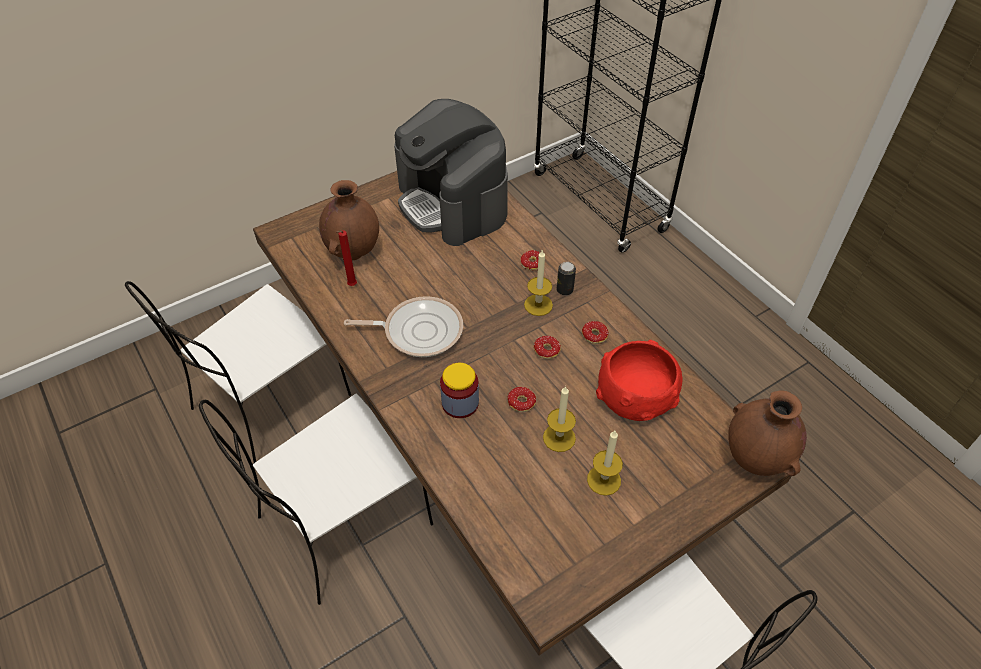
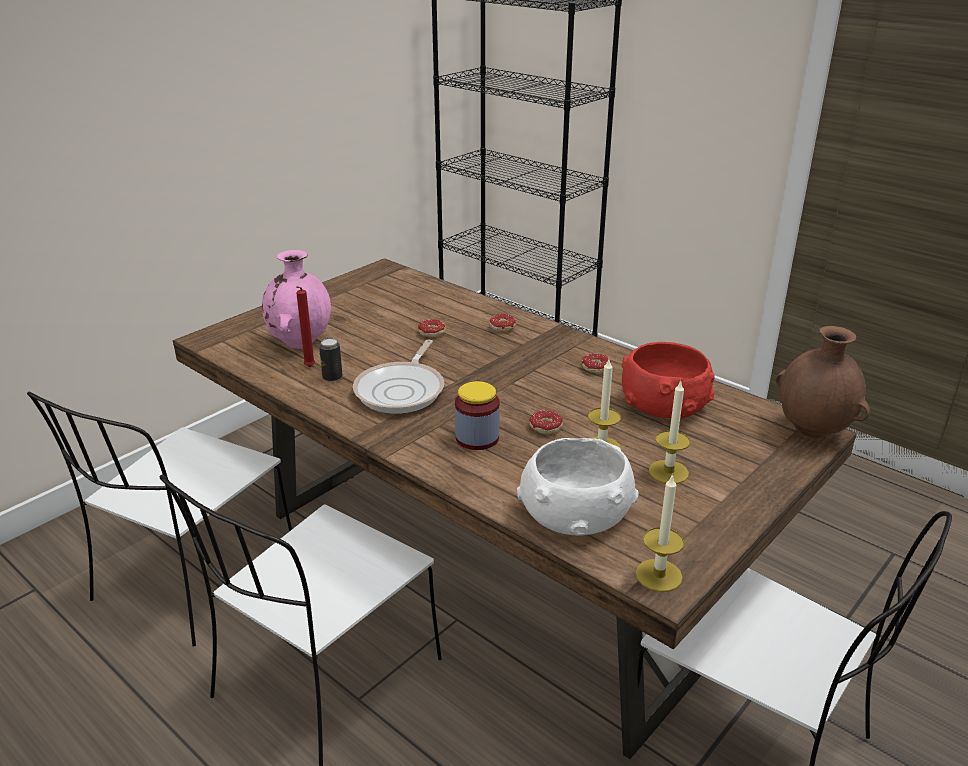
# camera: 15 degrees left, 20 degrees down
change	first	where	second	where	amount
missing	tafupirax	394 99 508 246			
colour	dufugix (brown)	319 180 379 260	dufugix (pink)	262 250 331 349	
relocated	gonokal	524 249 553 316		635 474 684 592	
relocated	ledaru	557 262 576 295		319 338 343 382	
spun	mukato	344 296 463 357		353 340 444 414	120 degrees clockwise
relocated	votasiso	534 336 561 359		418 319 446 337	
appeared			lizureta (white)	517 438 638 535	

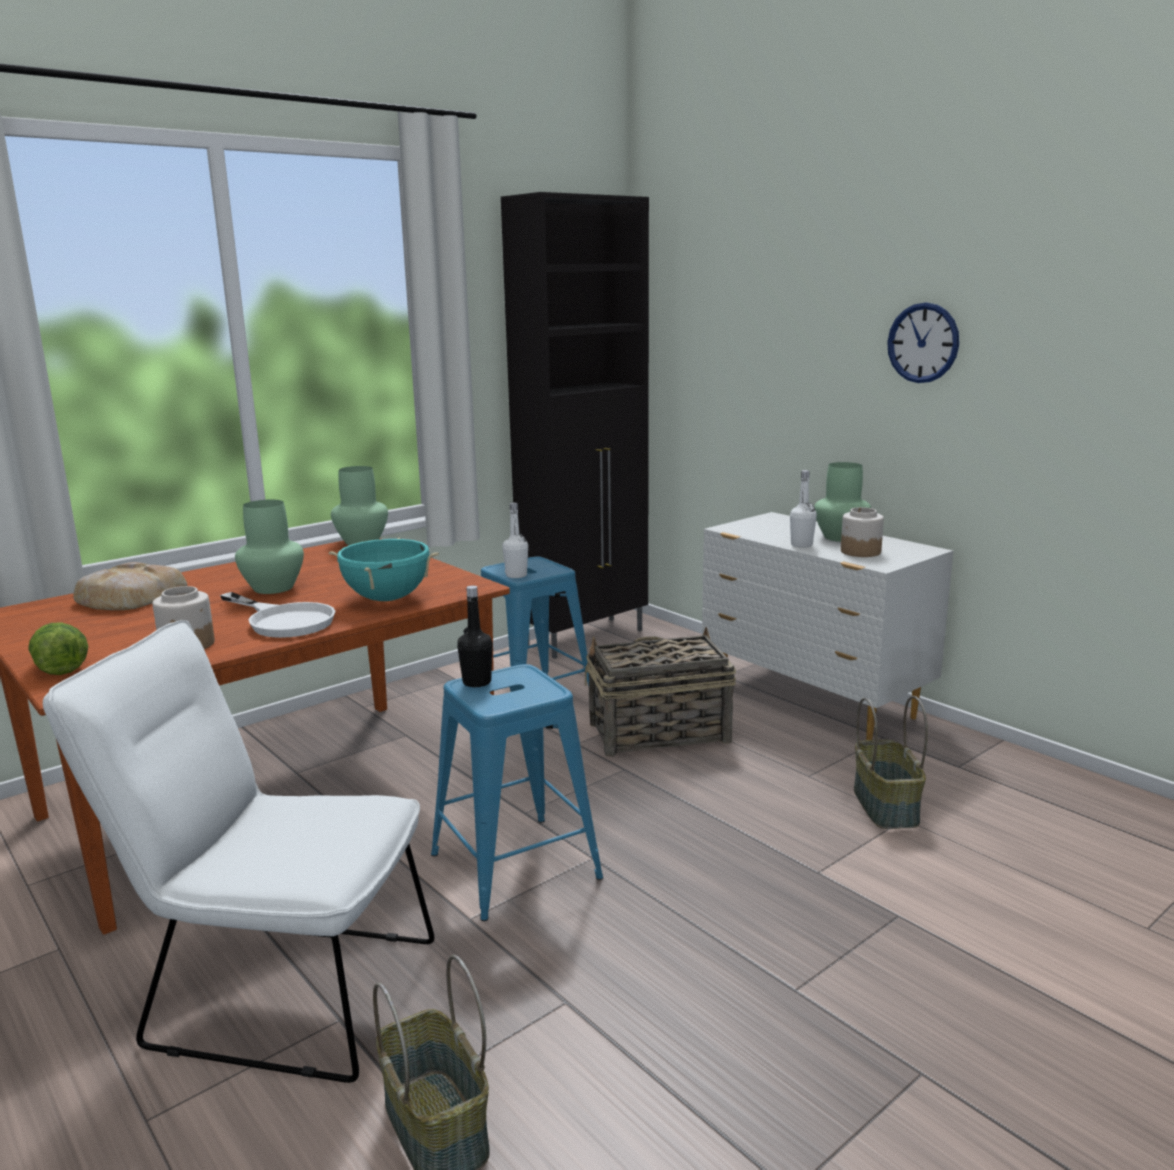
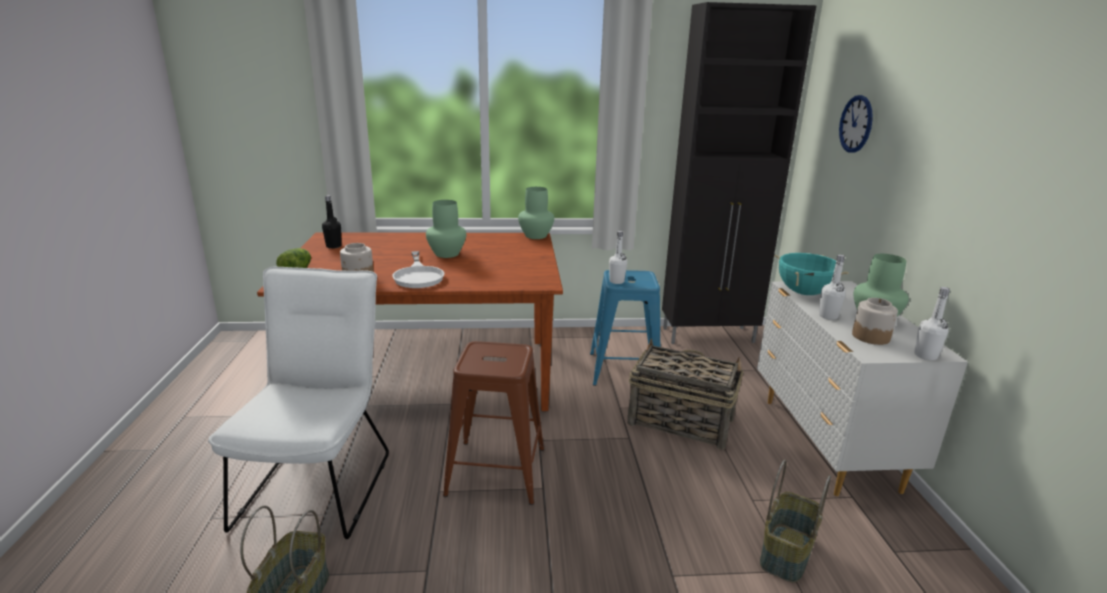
# camera: 35 degrees right, 5 degrees up
change	first	where	second	where	amount
relocated	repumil	887 302 959 383		839 95 873 153	
relocated	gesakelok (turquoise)	329 538 439 601		774 253 849 295	
missing	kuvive	73 562 187 610			
relocated	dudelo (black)	457 585 493 687		322 195 342 249	
spun	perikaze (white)	43 620 434 1083		208 266 389 539	45 degrees clockwise
colour	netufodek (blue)	431 664 603 921	netufodek (brown)	443 341 544 505	
appeared			dudelo (white)	914 287 950 360	

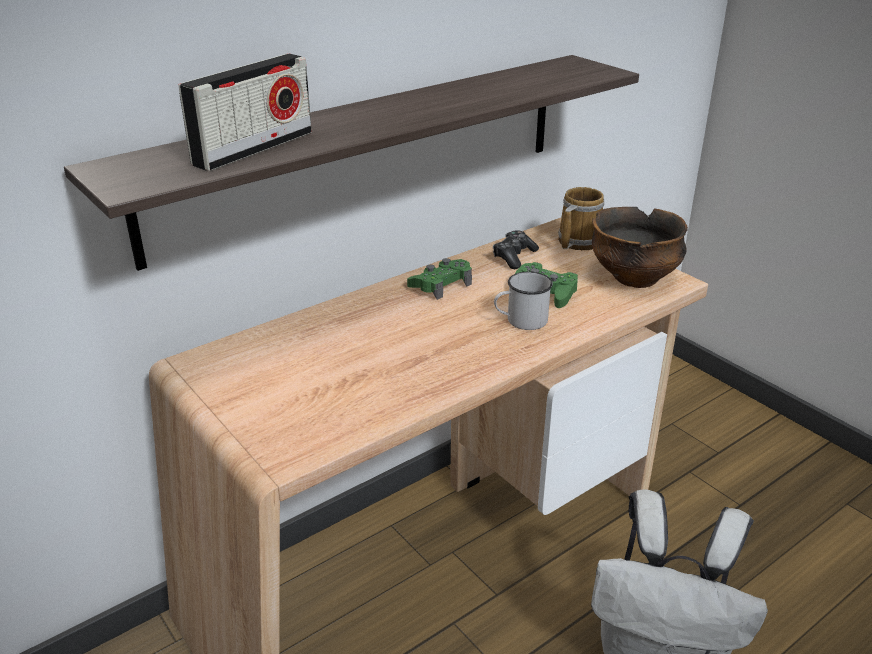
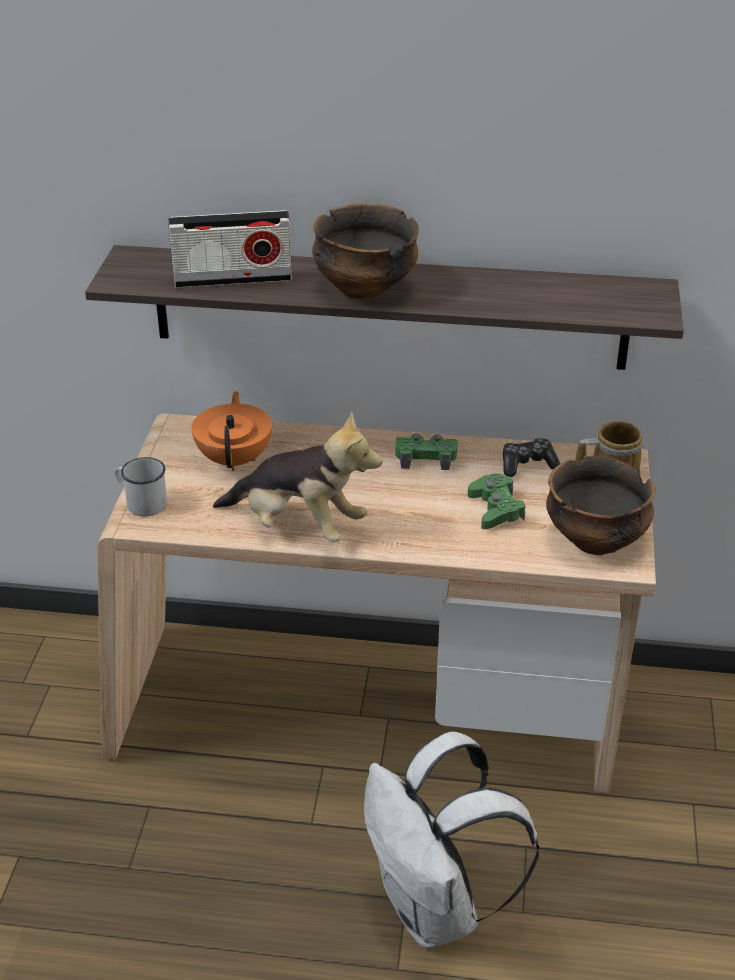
# camera: 45 degrees right, 5 degrees up
change	first	where	second	where	amount
relocated	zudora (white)	494 272 553 330		115 457 167 516	
appeared			lizureta	312 204 419 299	
appeared			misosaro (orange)	191 391 272 471	
appeared			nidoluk	213 411 382 542	

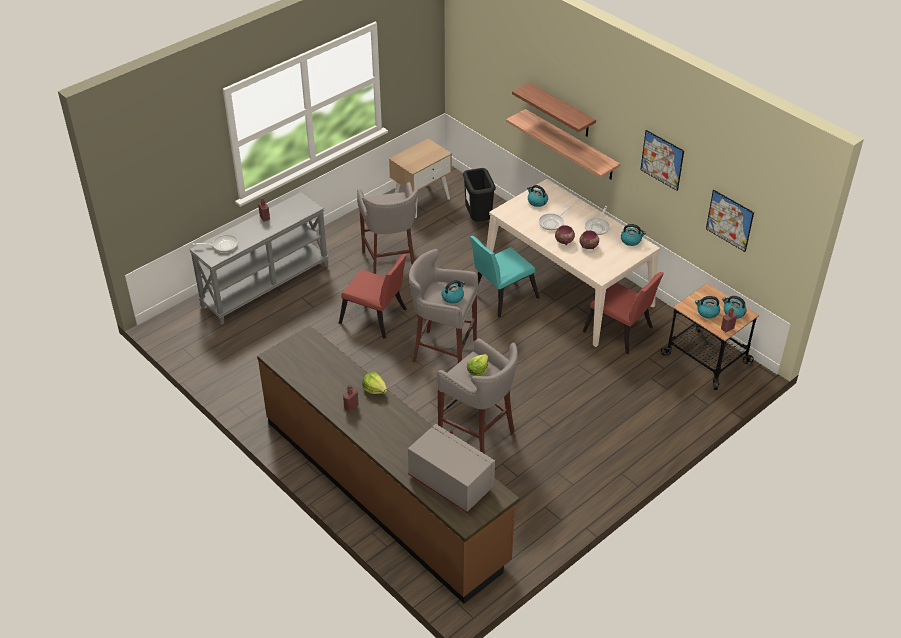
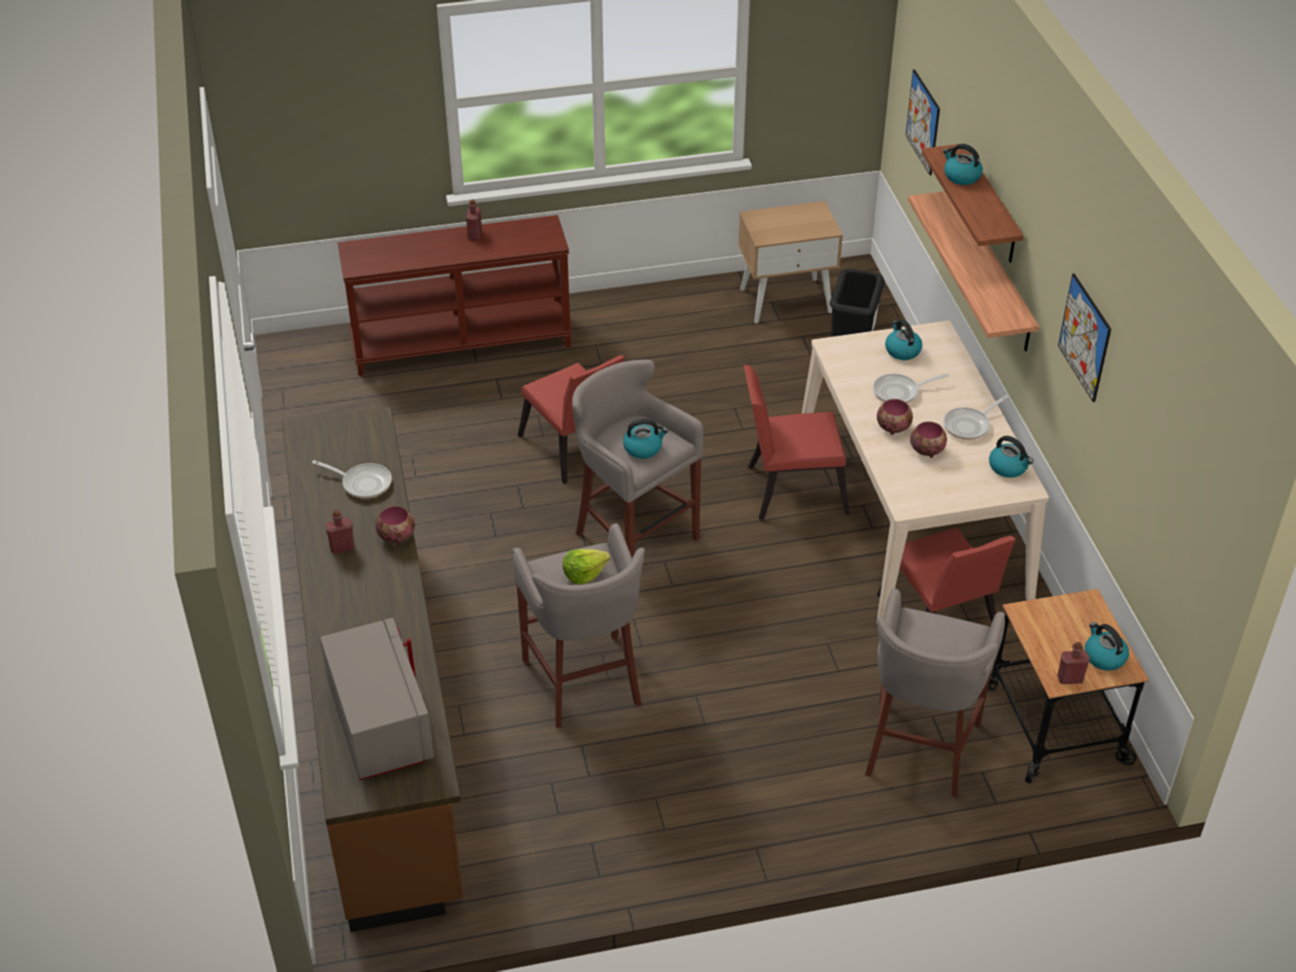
# camera: 30 degrees right, 0 degrees up
change	first	where	second	where	amount
relocated	netufodek (grey)	357 182 418 274		865 588 1005 798	
relocated	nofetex	706 190 754 252		905 69 940 175	
colour	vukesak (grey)	189 192 328 325	vukesak (brown)	338 215 572 376	
relocated	mukato	193 235 238 252		312 460 392 499	
colour	perikaze (turquoise)	470 236 540 318	perikaze (red)	744 365 850 520	
relocated	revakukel	695 296 720 319		943 144 983 185	
exchanged	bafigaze	362 372 387 394	lizureta	376 506 415 545	

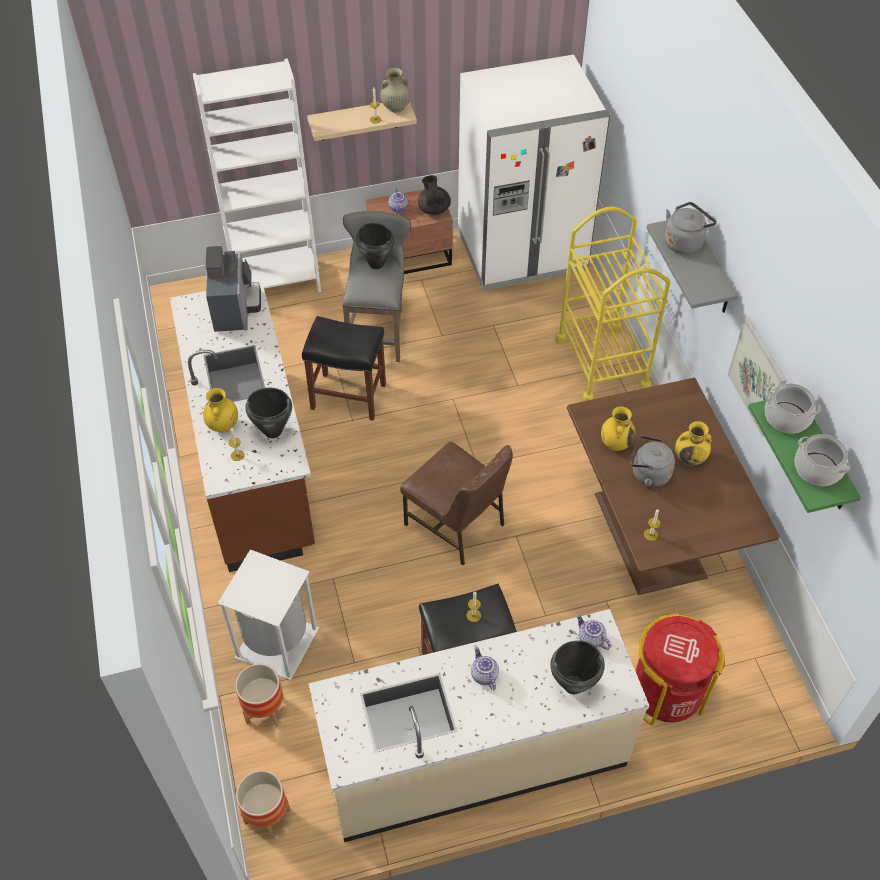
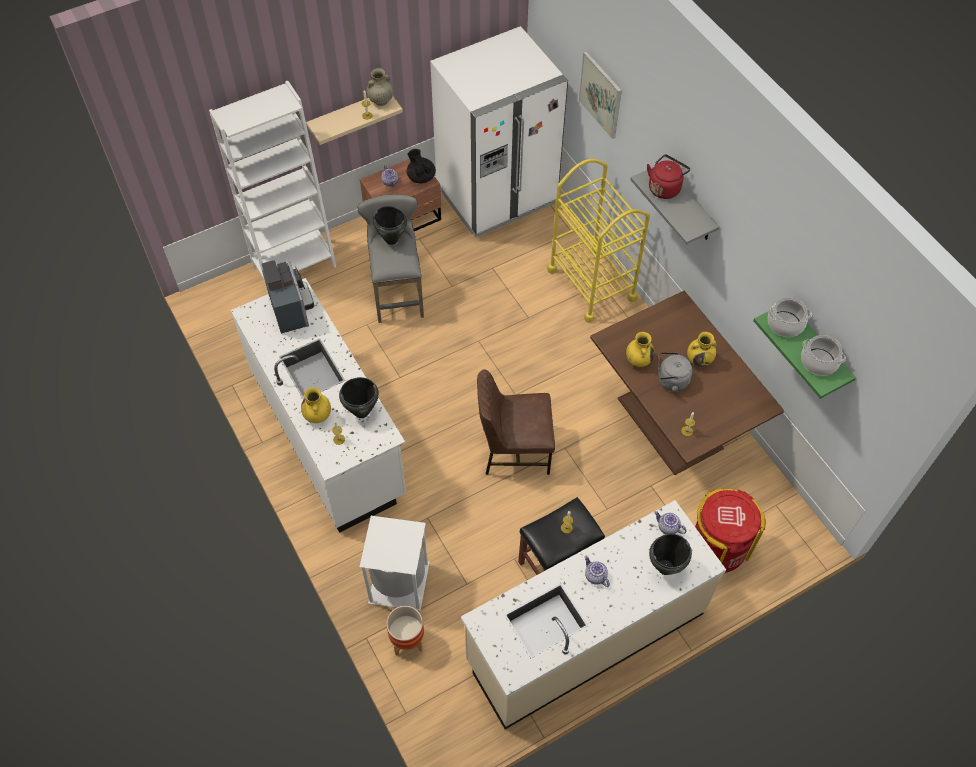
# camera: 15 degrees left, 5 degrees up
change	first	where	second	where	amount
colour	revakukel (grey)	664 202 717 254	revakukel (red)	647 154 690 199	
colour	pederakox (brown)	170 281 315 572	pederakox (white)	231 278 406 533	
missing	netufodek (black)	302 316 386 421			
relocated	nofetex	728 318 787 436		579 51 622 139	
spun	perikaze (brown)	400 441 513 565		477 369 555 475	150 degrees clockwise
missing	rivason	236 770 291 839			

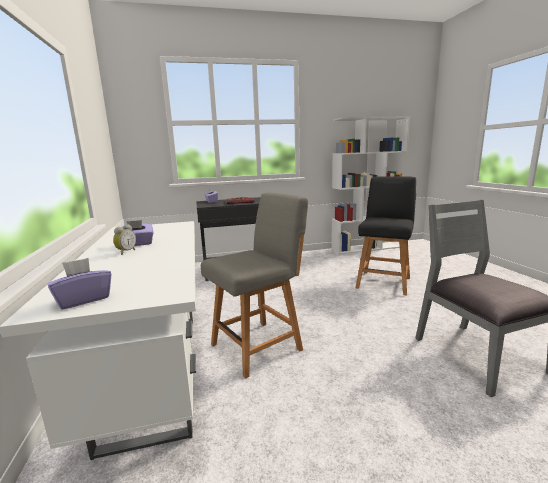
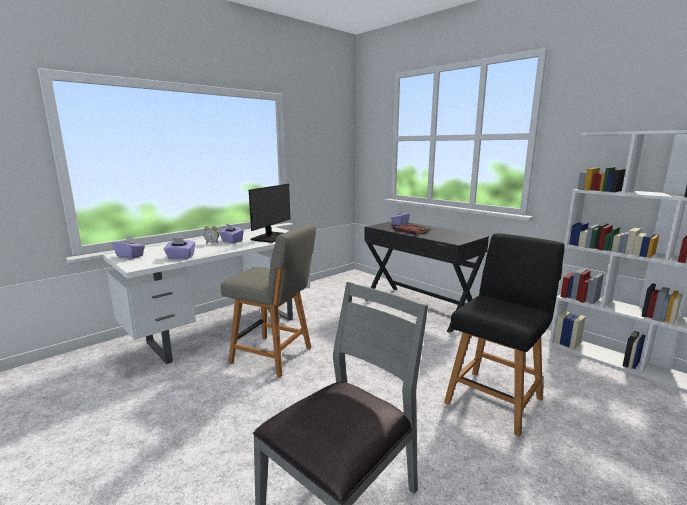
# camera: 60 degrees right, 0 degrees up
change	first	where	second	where	amount
spun	perikaze (black)	356 176 416 296		444 233 565 437	45 degrees counterclockwise
appeared			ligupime	249 184 290 243	
appeared			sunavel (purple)	164 238 195 259	

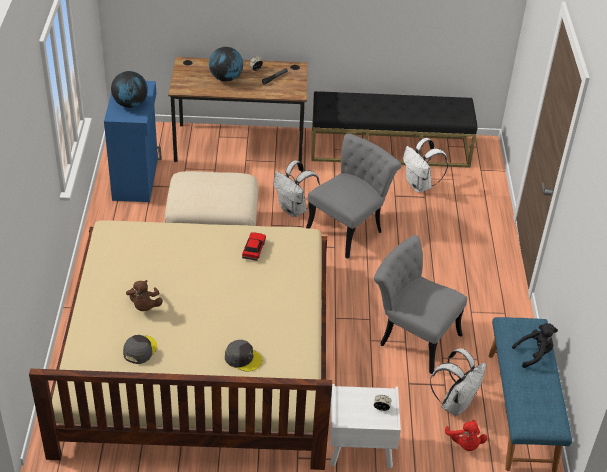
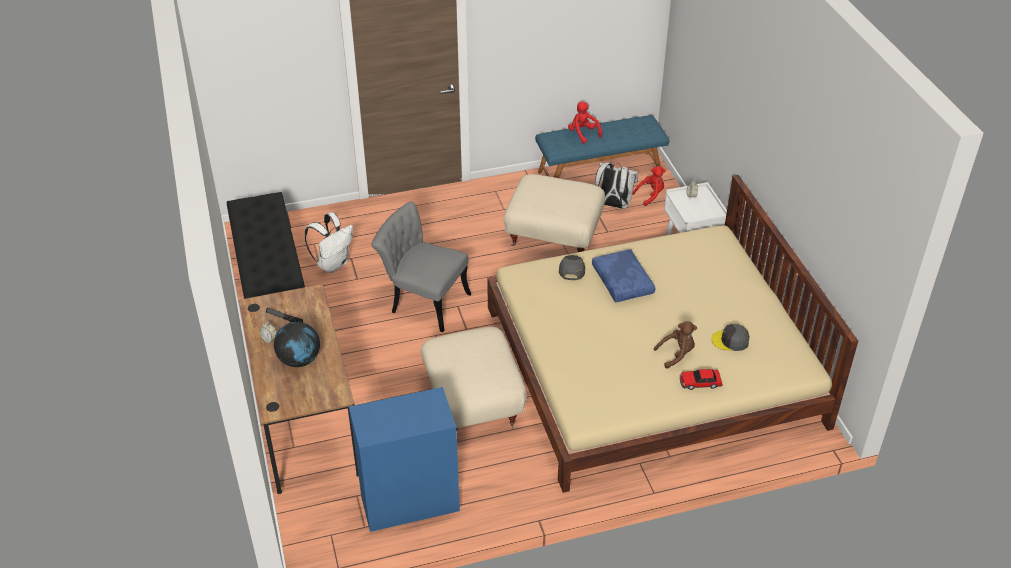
# camera: 105 degrees left, 0 degrees up
change	first	where	second	where	amount
missing	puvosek	111 71 148 108			
missing	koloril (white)	274 160 320 217			
relocated	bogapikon	242 232 266 261		680 369 723 390	
exchanged	perikaze (grey)	374 235 467 374	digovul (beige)	503 174 605 252	
colour	nidoluk (black)	512 323 558 368	nidoluk (red)	568 102 602 143	
relocated	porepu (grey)	225 340 262 371		559 255 586 280	
appeared			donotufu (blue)	592 249 656 302	

